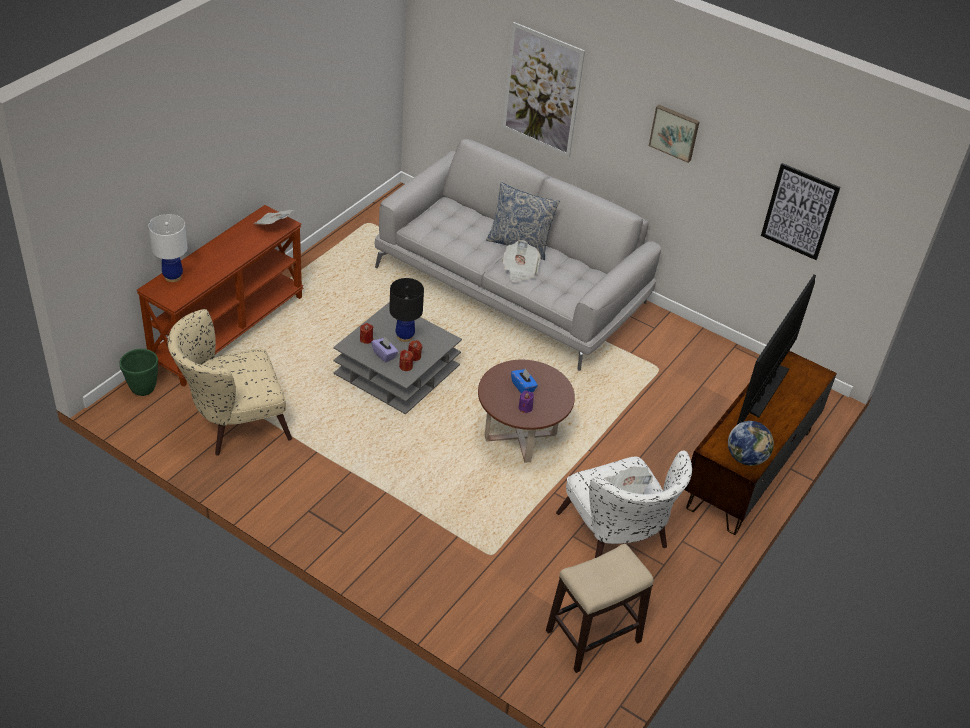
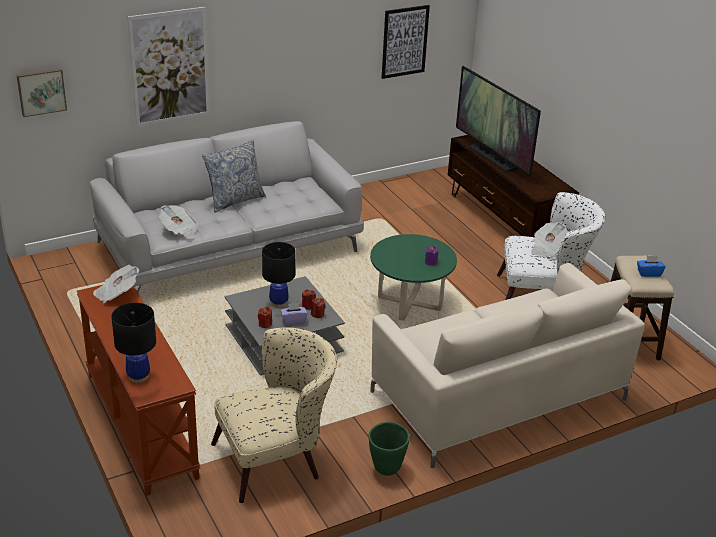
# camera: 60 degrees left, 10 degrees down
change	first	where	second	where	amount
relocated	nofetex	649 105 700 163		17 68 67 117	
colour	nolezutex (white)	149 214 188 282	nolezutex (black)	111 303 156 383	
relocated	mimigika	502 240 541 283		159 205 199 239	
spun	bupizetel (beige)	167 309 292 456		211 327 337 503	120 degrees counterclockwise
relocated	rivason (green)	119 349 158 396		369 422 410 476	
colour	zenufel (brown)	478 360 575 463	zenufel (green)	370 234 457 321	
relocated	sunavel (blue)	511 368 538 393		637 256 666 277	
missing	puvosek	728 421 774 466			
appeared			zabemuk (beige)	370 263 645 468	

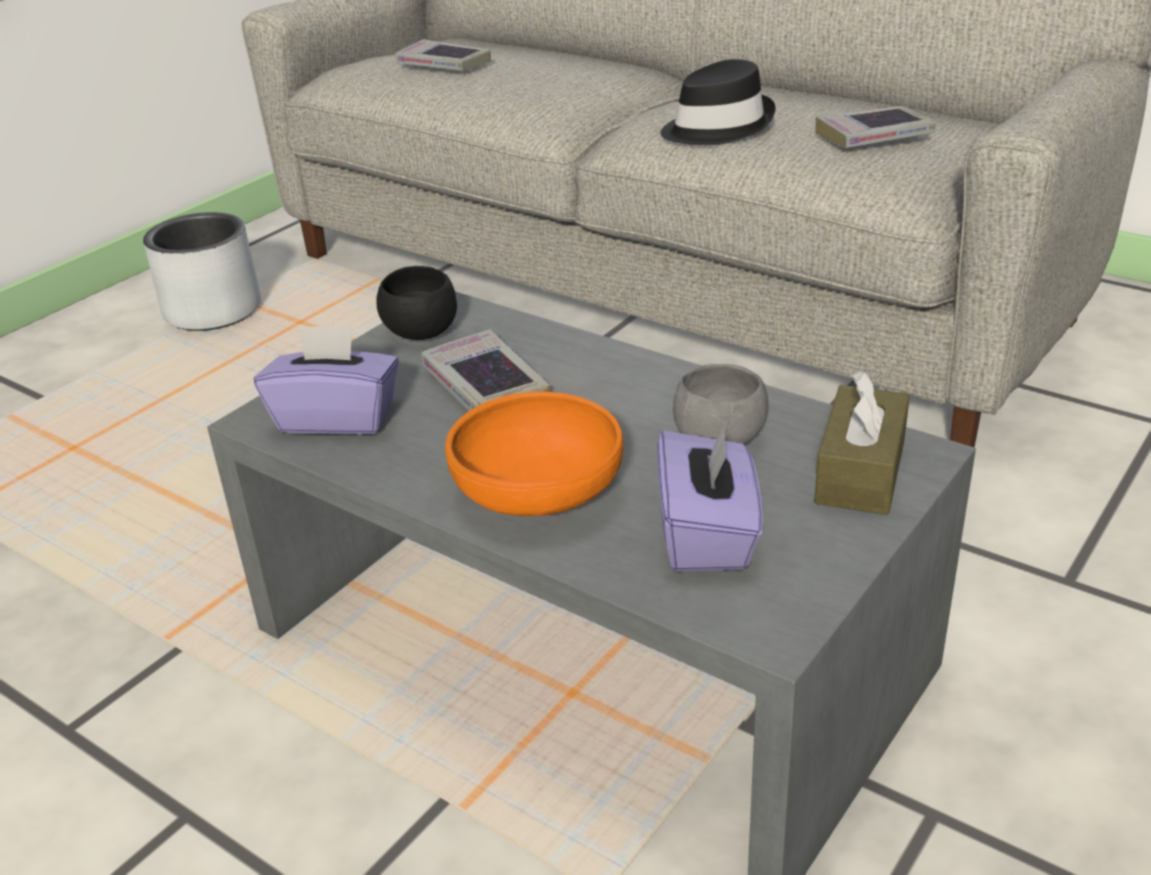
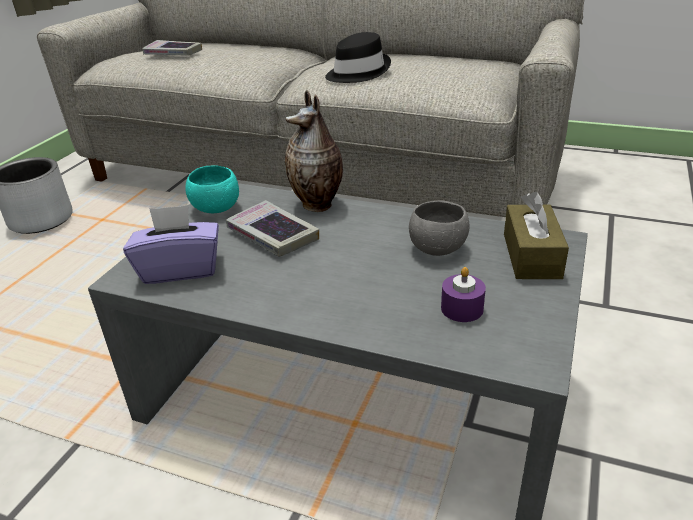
# camera: 15 degrees left, 0 degrees up
change	first	where	second	where	amount
missing	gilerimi	815 106 936 148			
colour	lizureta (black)	376 266 457 340	lizureta (turquoise)	185 165 239 213	
missing	lizureta (orange)	445 391 623 516			
exchanged	sunavel (purple)	657 423 763 572	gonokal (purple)	441 267 486 322	
appeared			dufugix	285 90 343 212	

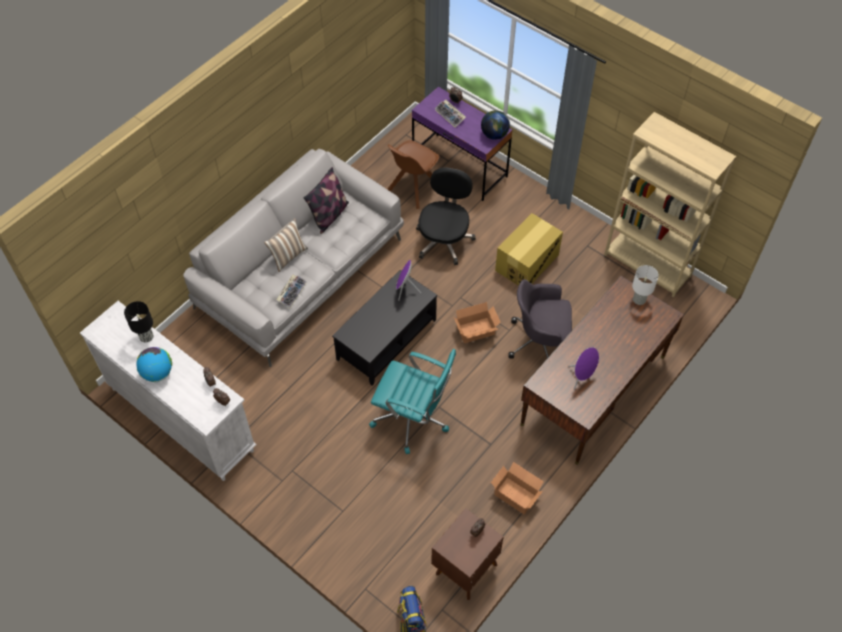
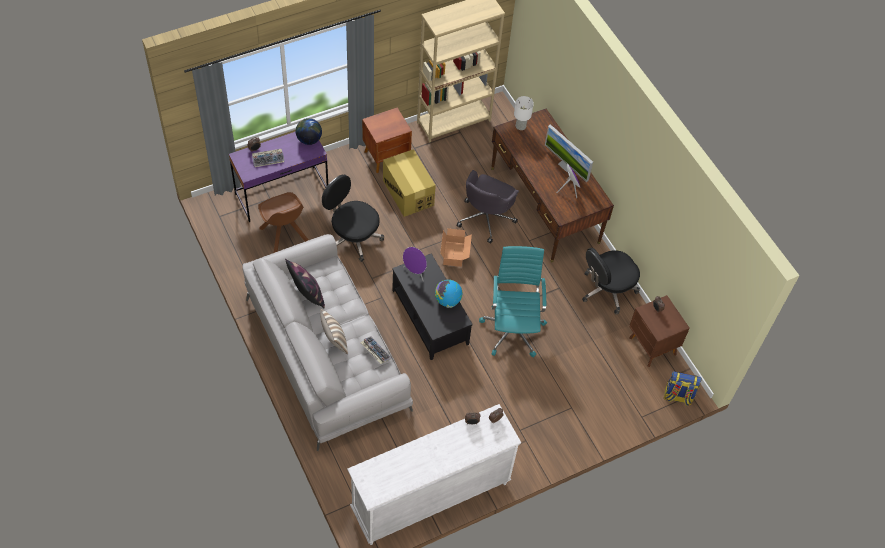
# camera: 70 degrees left, 0 degrees up
change	first	where	second	where	amount
missing	nolezutex (black)	124 301 154 343			
relocated	puvosek	136 347 172 382		435 280 462 308	
spun	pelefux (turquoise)	369 349 456 454		479 246 547 357	45 degrees counterclockwise
exchanged	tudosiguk	491 462 544 514	pelefux (black)	582 248 640 315	
appeared			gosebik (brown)	362 108 412 173	
appeared			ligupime	545 124 593 182	

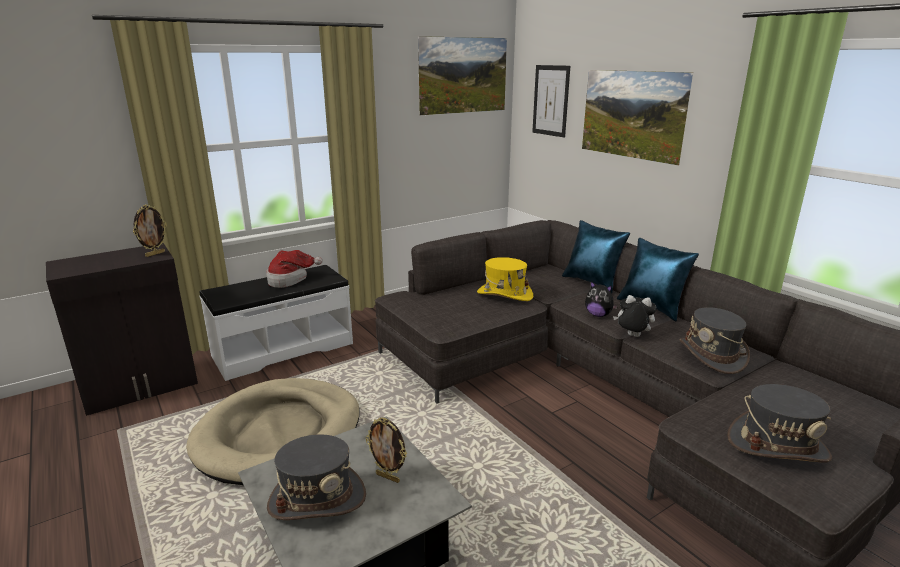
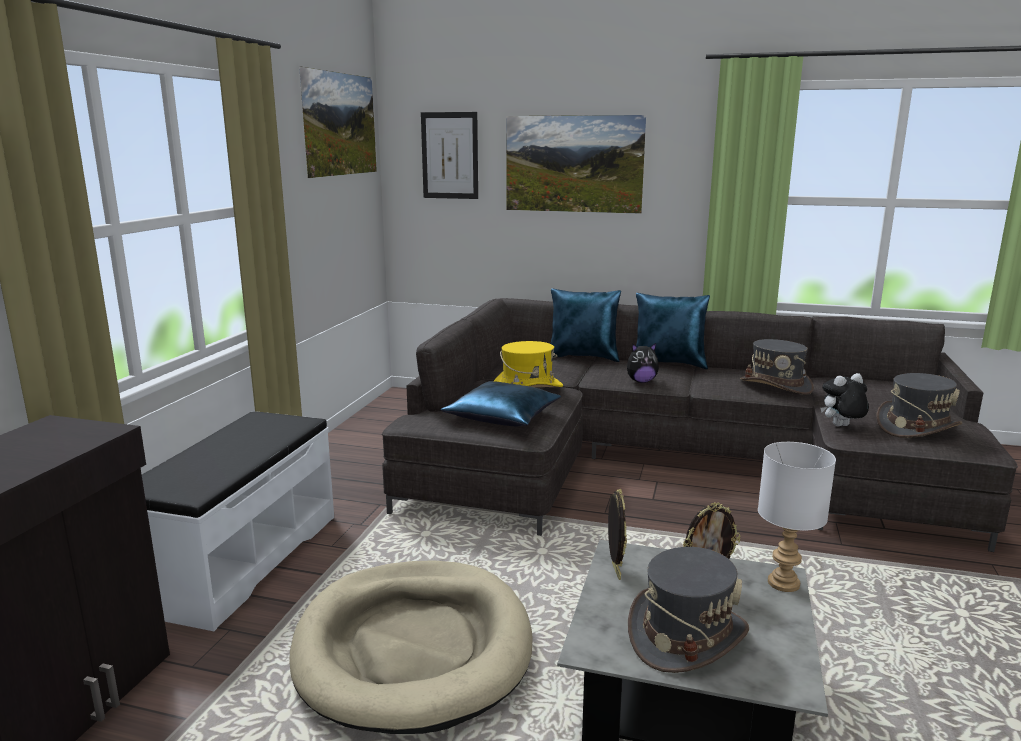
# camera: 40 degrees left, 5 degrees down
change	first	where	second	where	amount
relocated	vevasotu	133 204 167 257		608 489 627 580	
missing	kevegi	266 250 323 288			
relocated	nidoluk	613 295 656 337		821 373 869 426	
appeared			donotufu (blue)	440 381 561 426	
appeared			nolezutex (white)	758 442 836 592	

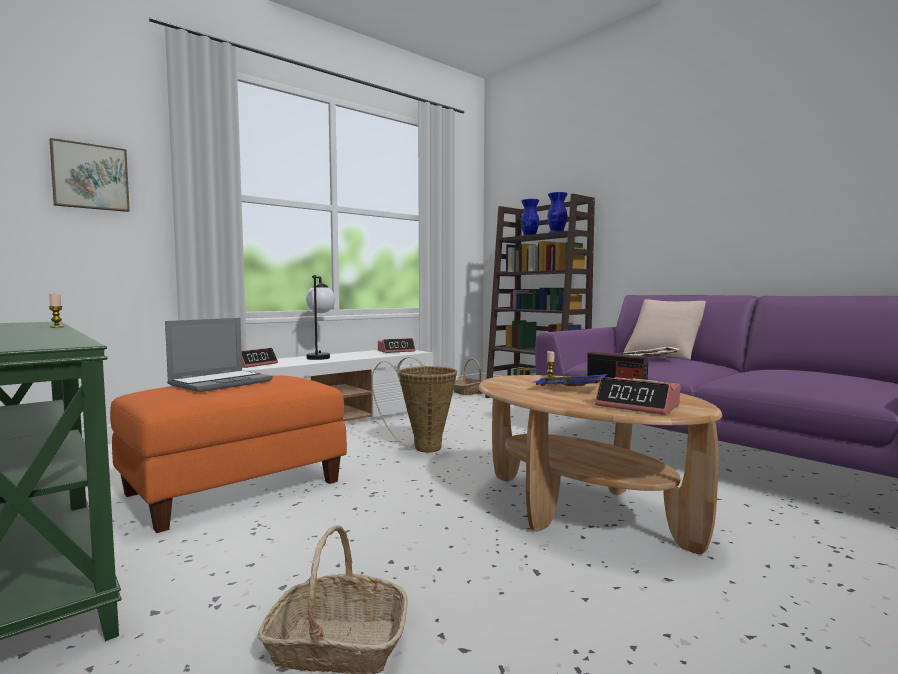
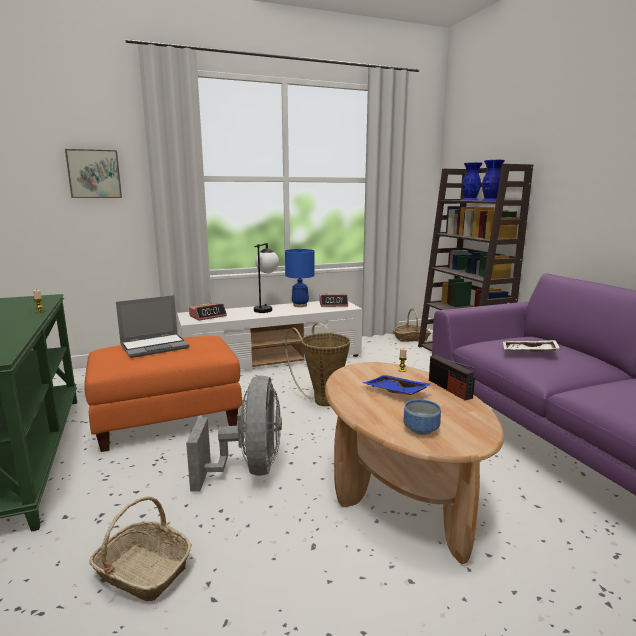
# camera: 20 degrees right, 10 degrees up
change	first	where	second	where	amount
missing	donotufu (beige)	624 299 706 360			
exchanged	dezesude	595 377 680 415	lizureta	403 399 441 435	
appeared			nolezutex (blue)	285 248 315 307	
appeared			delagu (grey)	186 376 282 492	

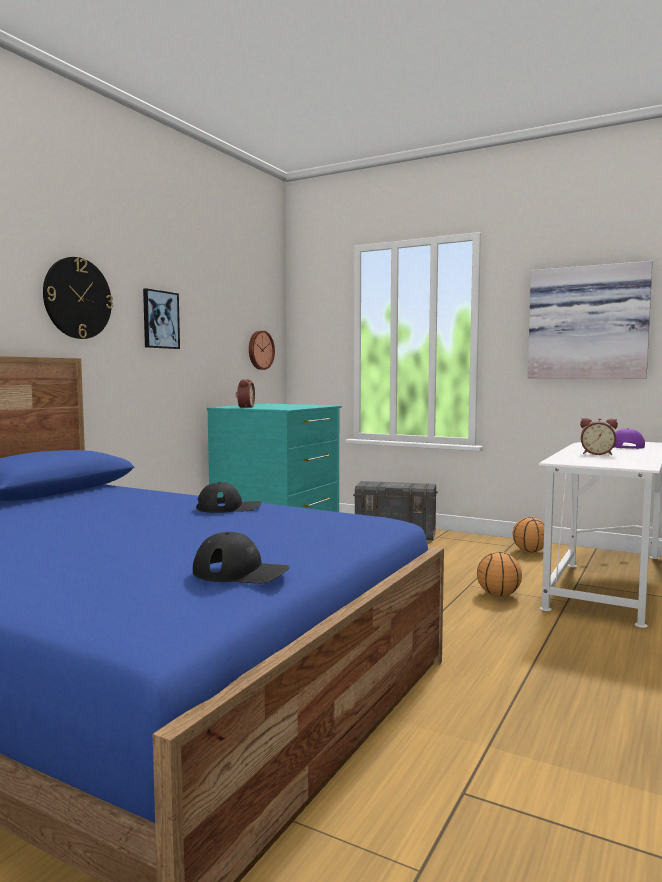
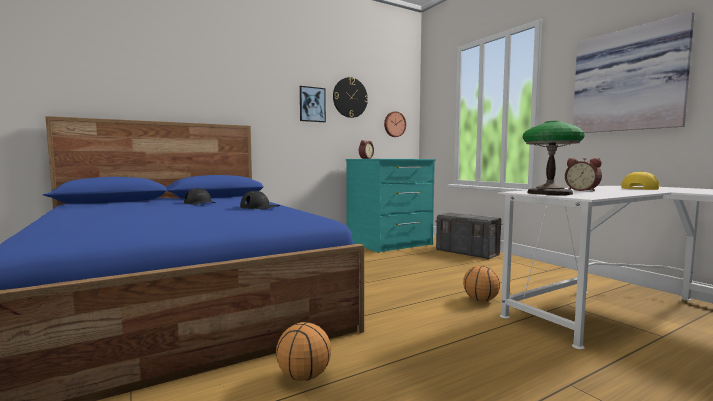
# camera: 30 degrees right, 0 degrees up
change	first	where	second	where	amount
relocated	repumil	43 257 113 339		333 77 368 118	
colour	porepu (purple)	614 428 645 449	porepu (yellow)	621 171 659 190	
relocated	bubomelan	513 517 544 552		276 322 331 381	
relocated	porepu (black)	193 532 290 584		184 188 216 205	
appeared			nolezutex	522 121 585 195	

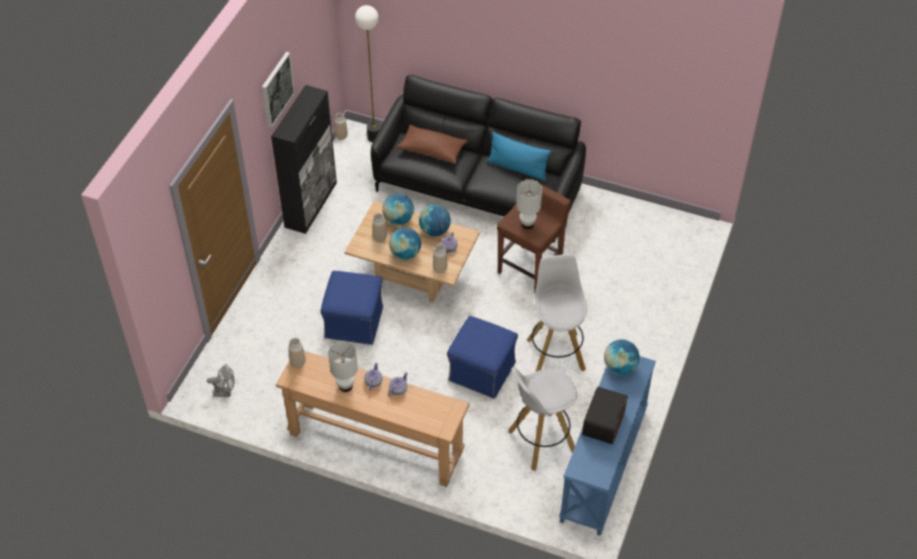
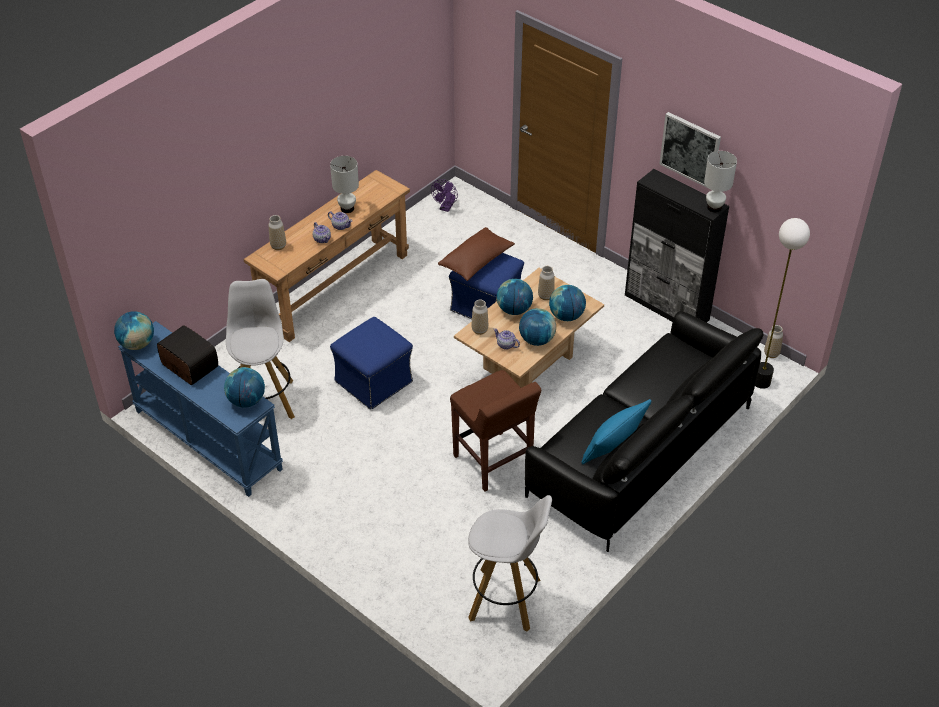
# camera: 110 degrees right, 5 degrees down
change	first	where	second	where	amount
relocated	donotufu (brown)	397 125 468 164		438 227 515 281	
relocated	nolezutex (white)	516 180 542 229		704 151 737 212	
relocated	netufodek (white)	527 253 587 372		468 495 552 632	
relocated	dufugix	288 338 306 368		269 215 286 250	
colour	delagu (grey)	207 364 235 397	delagu (purple)	431 179 458 212	
appeared			puvosek	114 311 154 350	

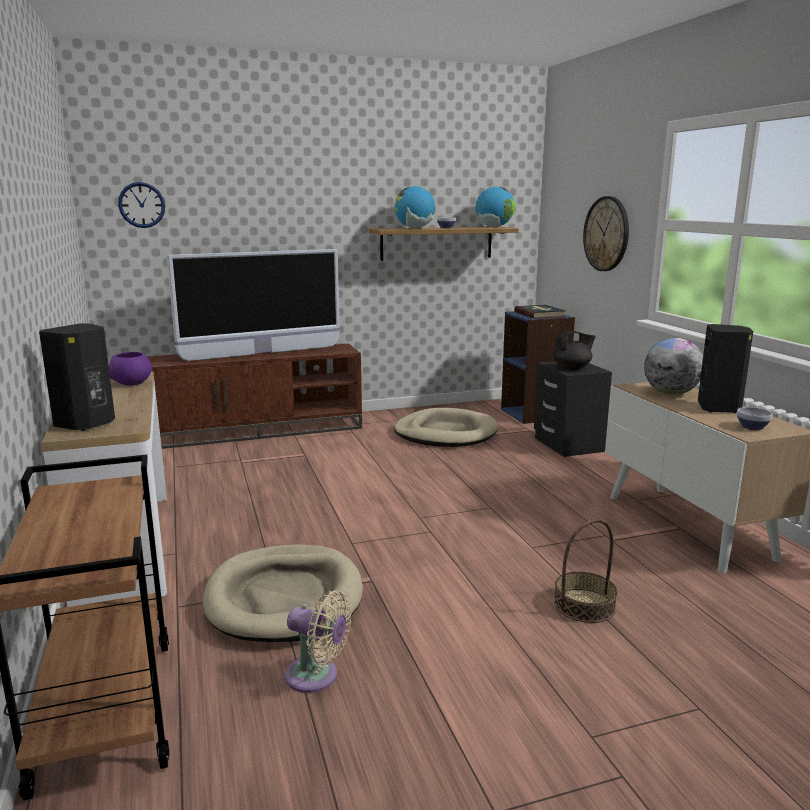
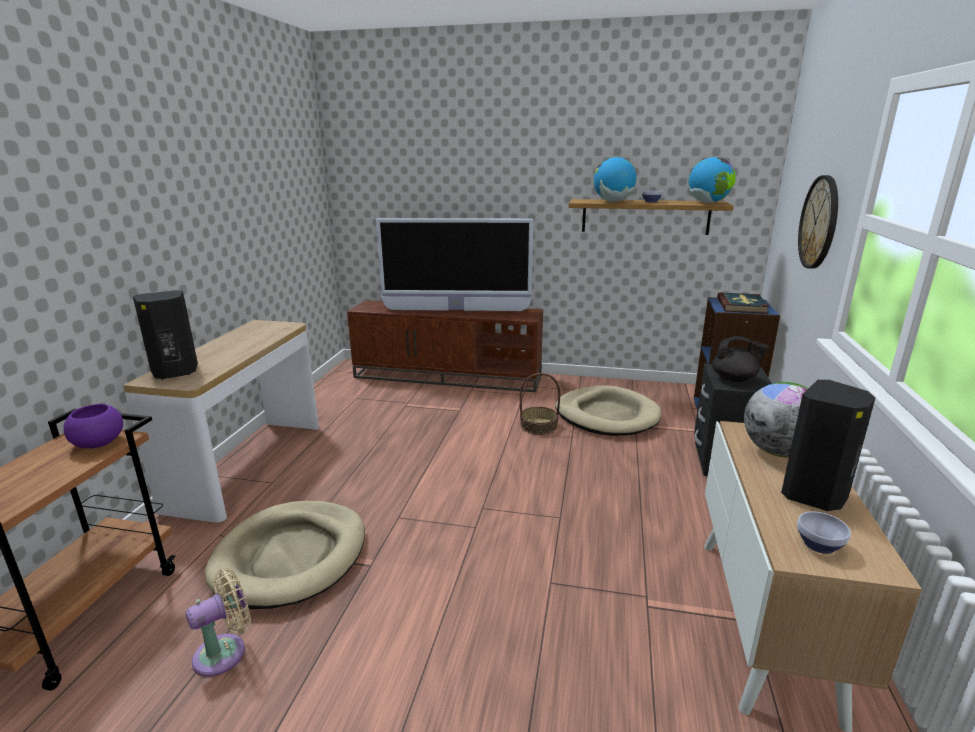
# camera: 30 degrees right, 5 degrees up
change	first	where	second	where	amount
missing	repumil	118 182 165 228			
relocated	lizureta (purple)	109 352 152 386		63 404 123 448	
relocated	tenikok	554 519 618 623		520 373 560 435	
spun	delagu (beige)	285 590 352 693		186 568 251 677	90 degrees counterclockwise

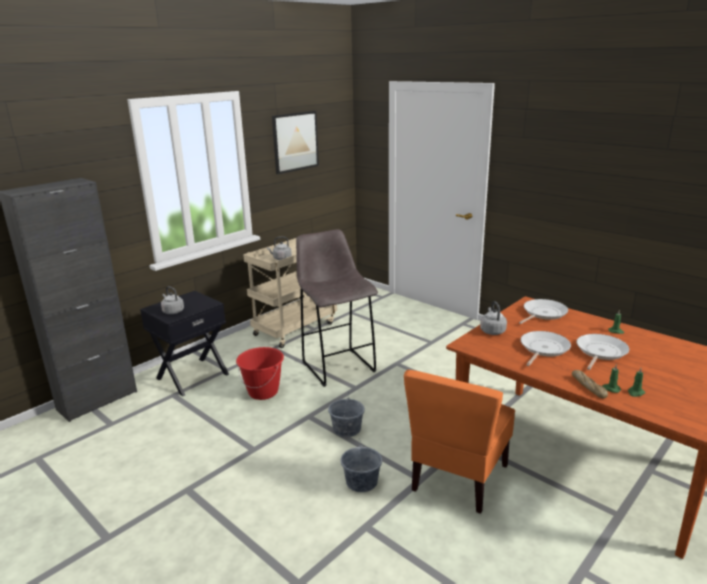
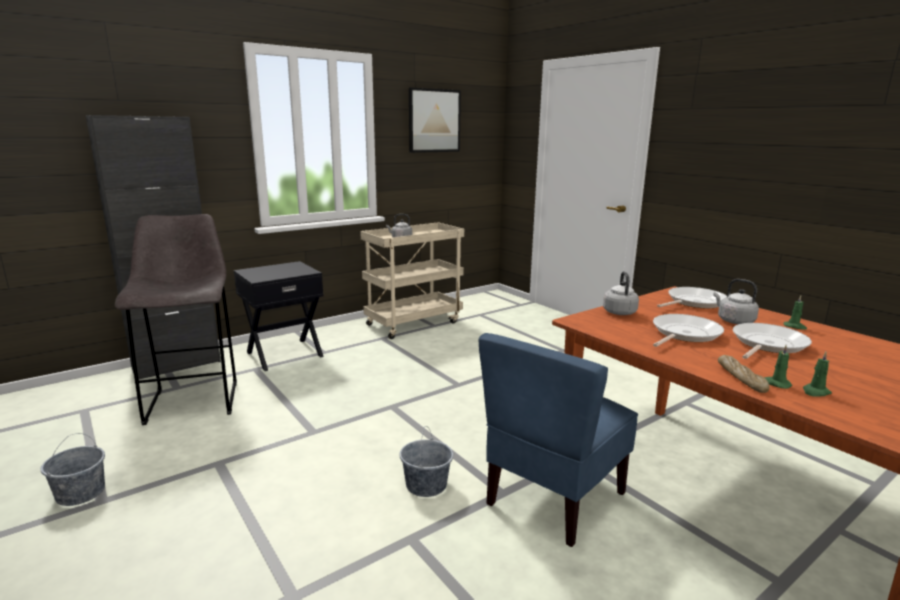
# camera: 10 degrees right, 5 degrees down
change	first	where	second	where	amount
relocated	netufodek (grey)	296 229 378 387		115 214 237 425	
relocated	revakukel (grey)	161 286 184 314		713 279 759 324	
missing	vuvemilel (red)	236 347 284 400			
colour	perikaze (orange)	404 370 515 513	perikaze (blue)	479 333 638 547	
relocated	vuvemilel (grey)	328 392 365 437		40 433 105 506	

